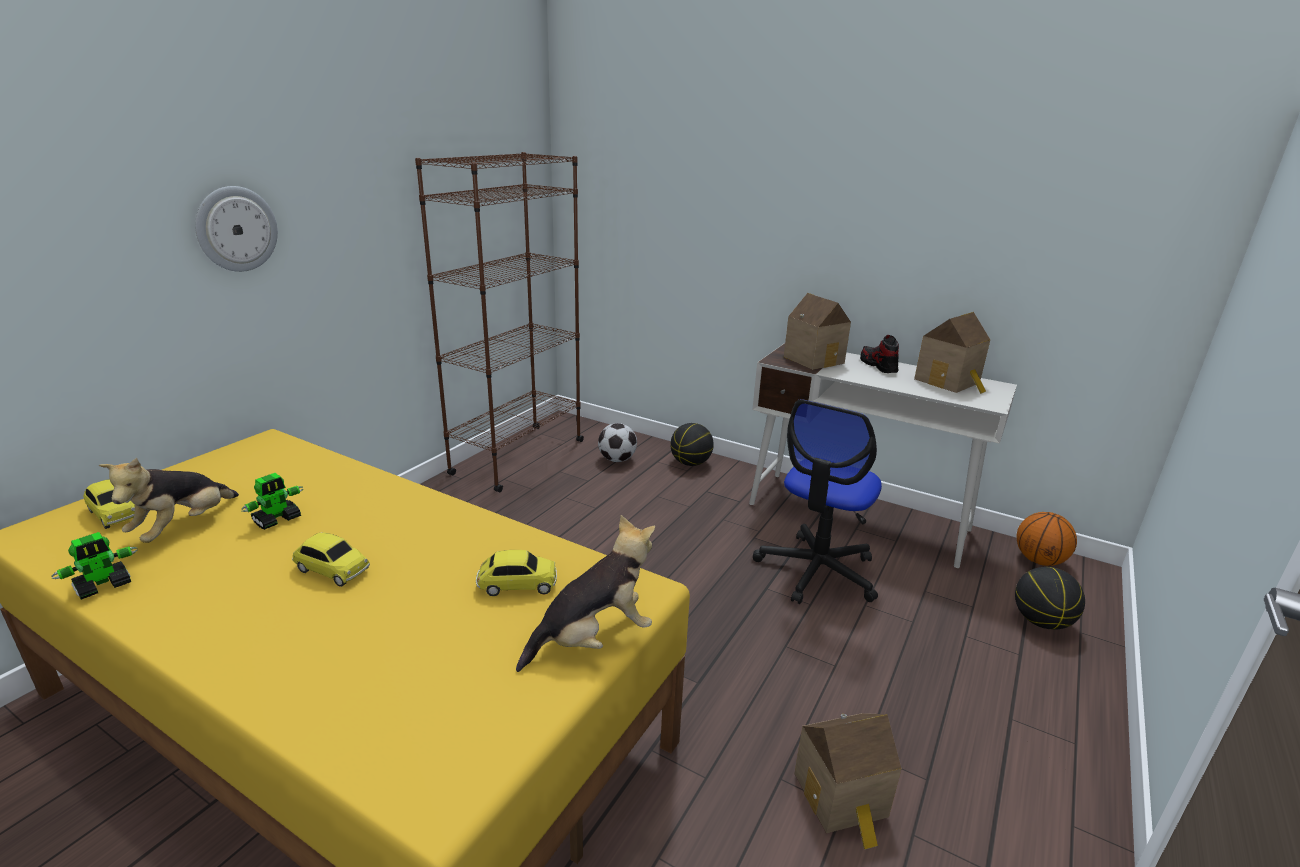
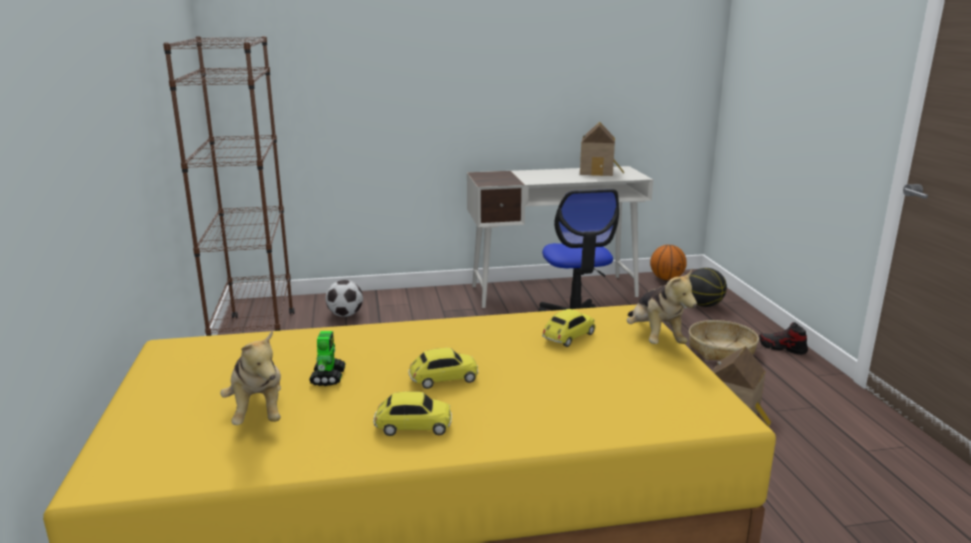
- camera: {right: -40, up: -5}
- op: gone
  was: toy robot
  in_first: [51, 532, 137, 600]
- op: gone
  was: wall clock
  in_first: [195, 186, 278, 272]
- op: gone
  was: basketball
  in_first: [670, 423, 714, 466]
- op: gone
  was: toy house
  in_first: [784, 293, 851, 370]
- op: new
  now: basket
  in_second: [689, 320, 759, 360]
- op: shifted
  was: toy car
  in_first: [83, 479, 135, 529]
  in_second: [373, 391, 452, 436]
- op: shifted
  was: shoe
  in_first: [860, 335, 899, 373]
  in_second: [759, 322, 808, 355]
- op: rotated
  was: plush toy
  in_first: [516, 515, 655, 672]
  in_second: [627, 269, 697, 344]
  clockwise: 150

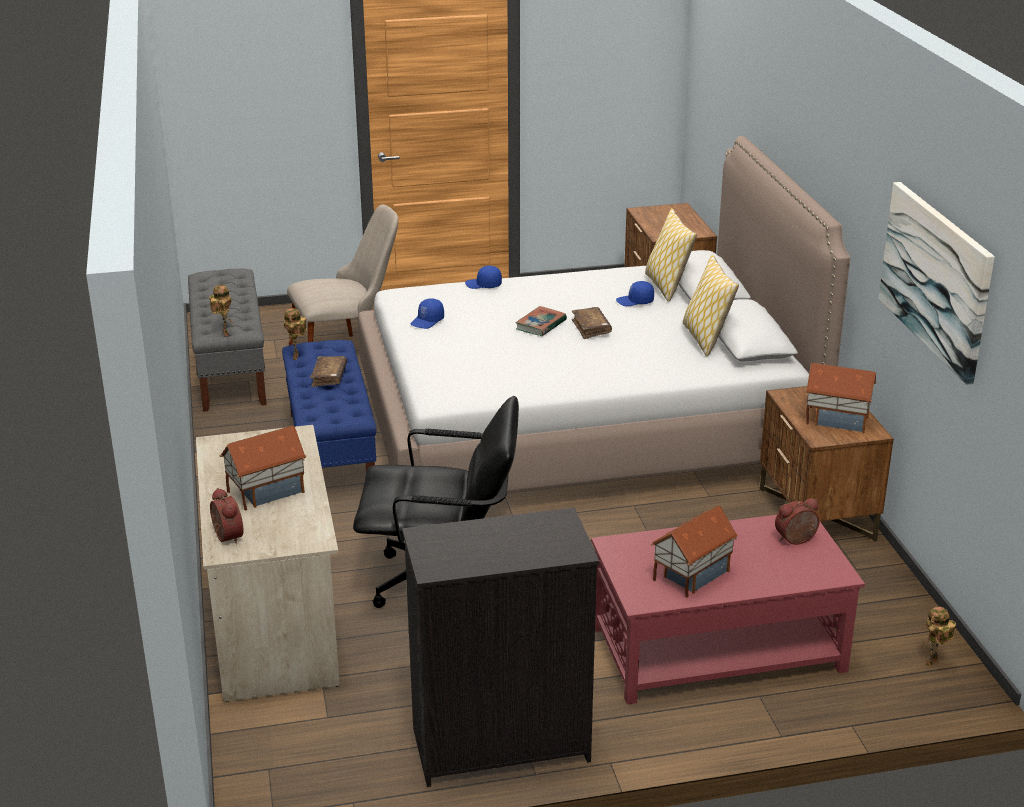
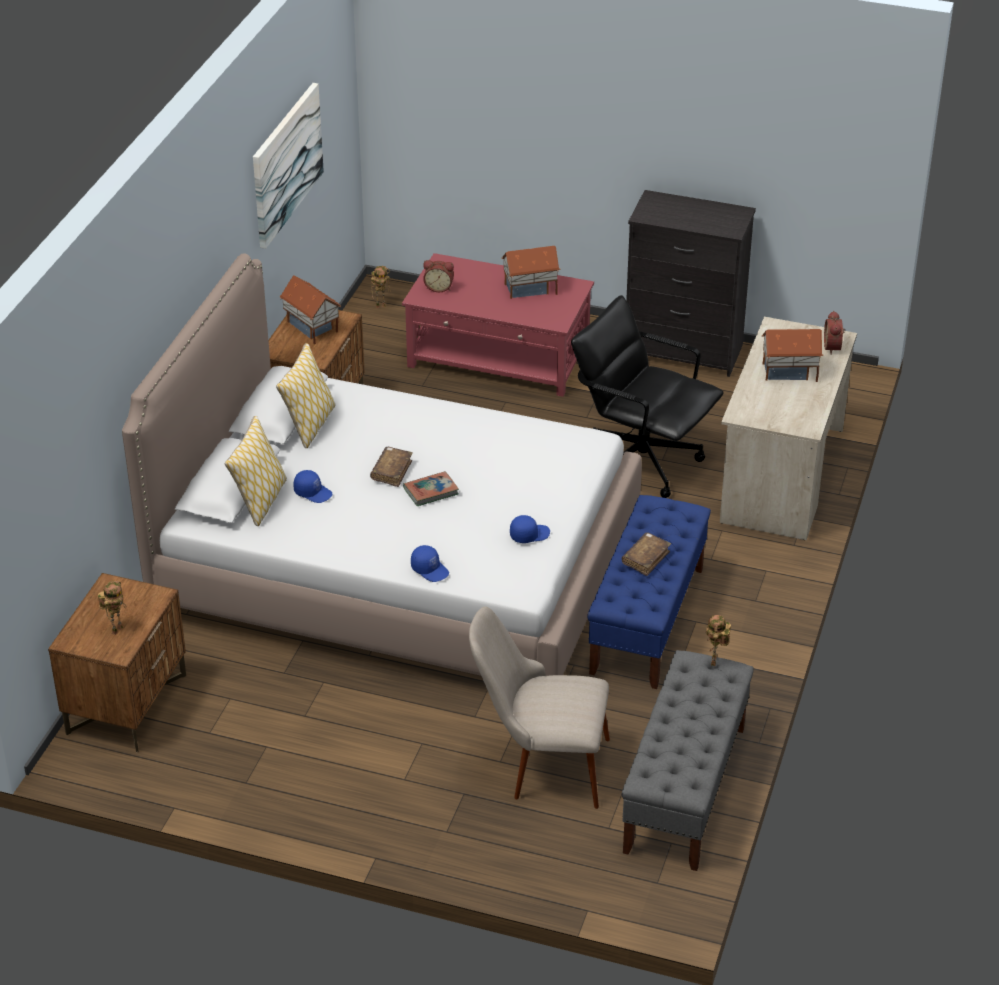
- camera: {right: -150, up: 10}
- op: shifted
  was: toy robot
  in_first: [283, 308, 307, 360]
  in_second: [98, 581, 127, 635]

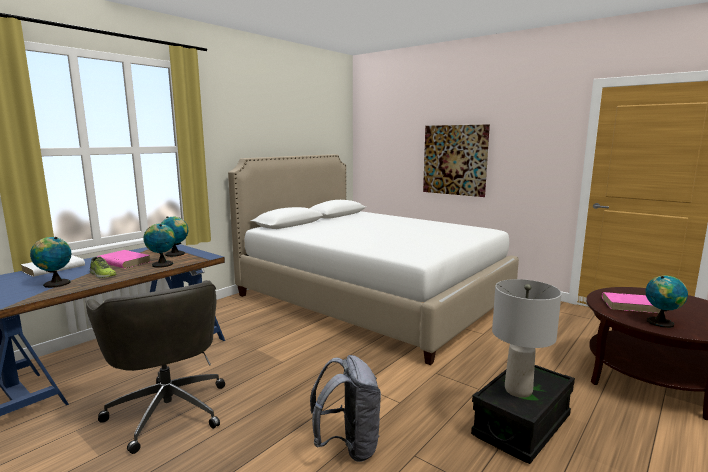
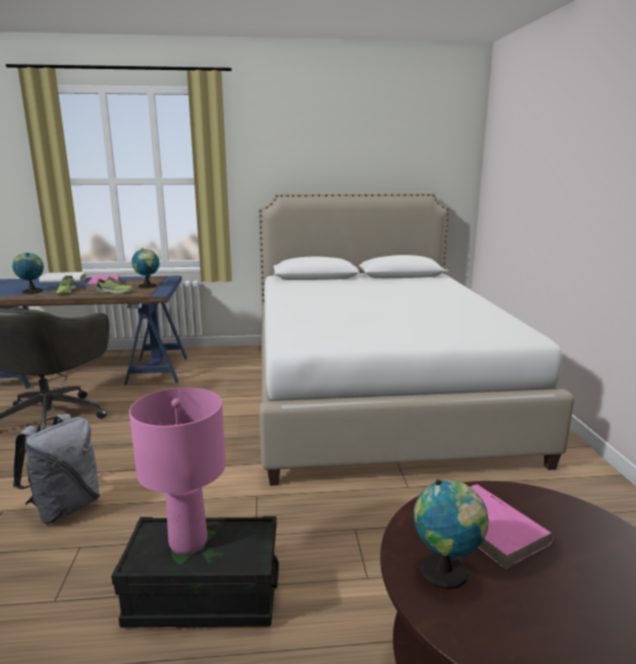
- camera: {right: 45, up: 5}
- op: gone
  was: picture
  in_first: [423, 124, 490, 197]
- op: swapped
  was: globe
  now: shoe
  in_first: [143, 224, 176, 268]
  in_second: [96, 277, 133, 294]
- op: repainted
  was: table lamp (grey)
  now: table lamp (pink)
  in_first: [492, 279, 562, 398]
  in_second: [129, 387, 226, 555]

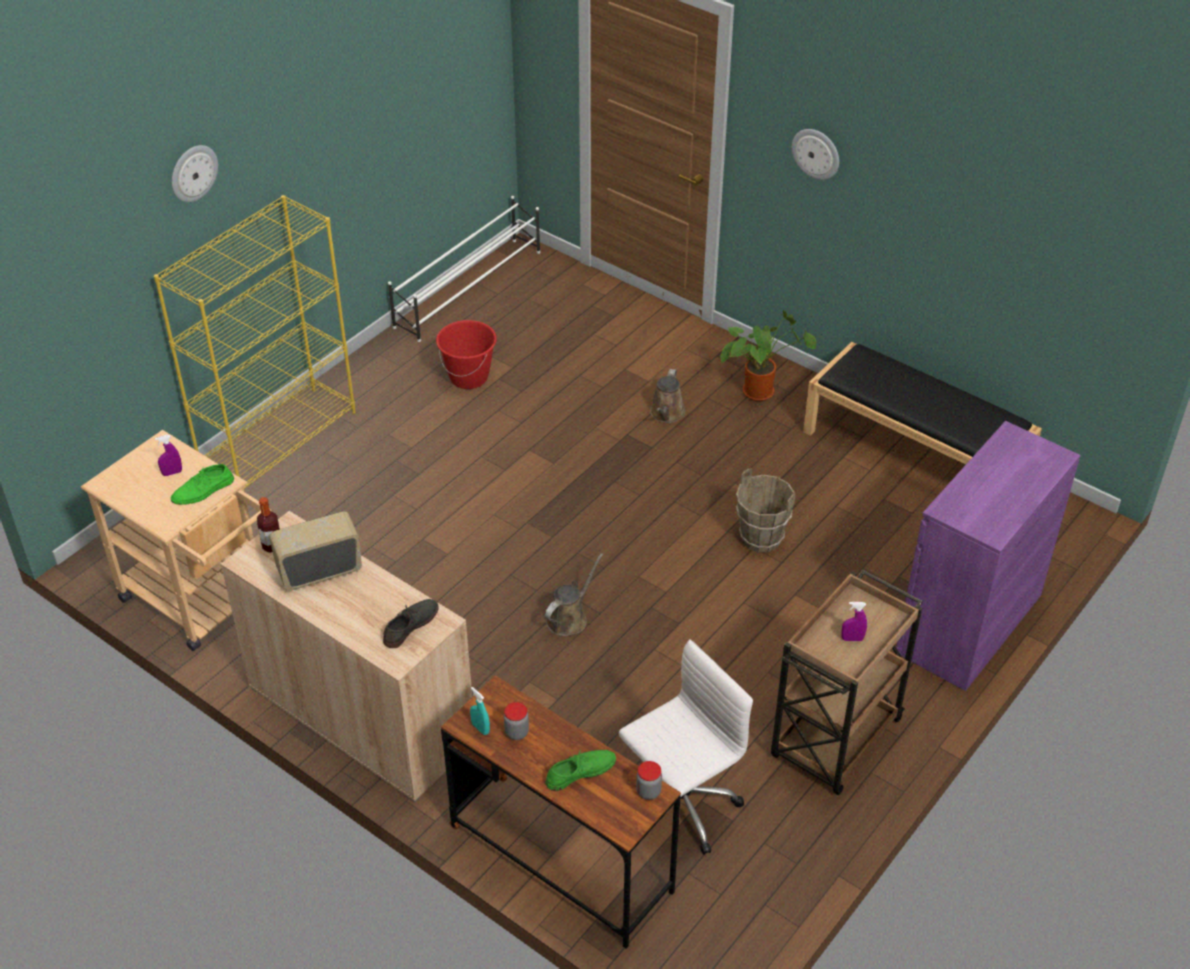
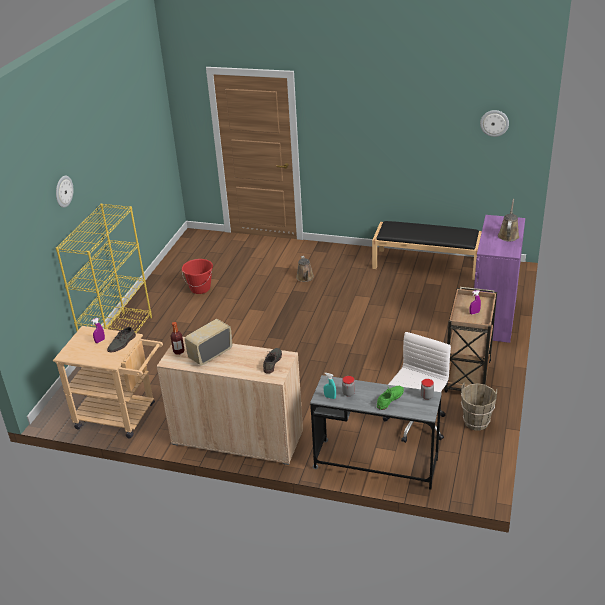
- camera: {right: -20, up: -10}
- op: gone
  was: shoe rack (white)
  in_first: [388, 196, 540, 342]
- op: gone
  was: potted plant
  in_first: [721, 311, 816, 401]
- op: shifted
  was: watering can (brown)
  in_first: [545, 553, 603, 636]
  in_second: [498, 199, 519, 241]
- op: shifted
  was: bucket (brown)
  in_first: [736, 468, 796, 552]
  in_second: [461, 383, 497, 430]
- op: shifted
  was: wall clock
  in_first: [792, 129, 839, 180]
  in_second: [480, 110, 509, 137]
- op: repainted
  was: shoe (green)
  now: shoe (grey)
  in_first: [171, 464, 234, 505]
  in_second: [107, 327, 136, 352]
- op: repainted
  was: desk (brown)
  now: desk (grey)
  in_first: [441, 675, 681, 948]
  in_second: [310, 375, 442, 489]

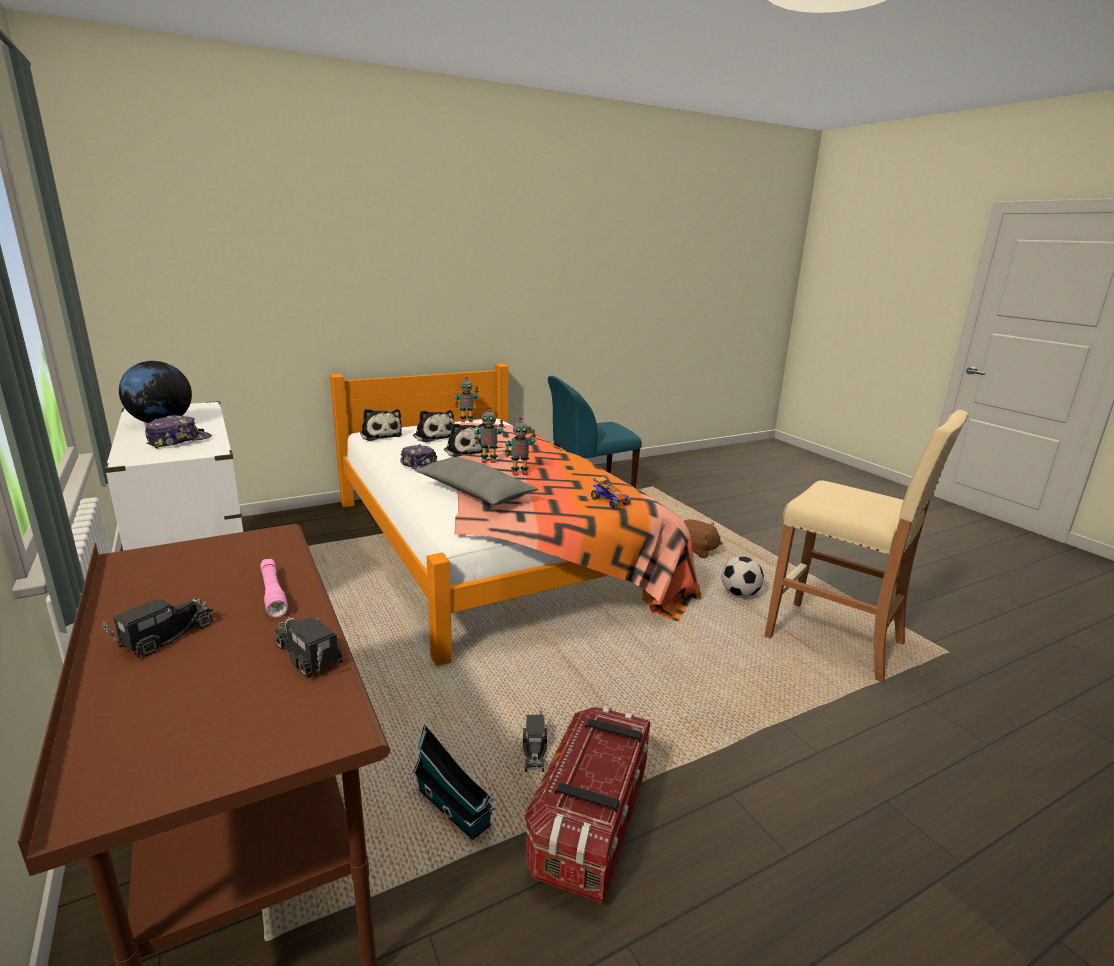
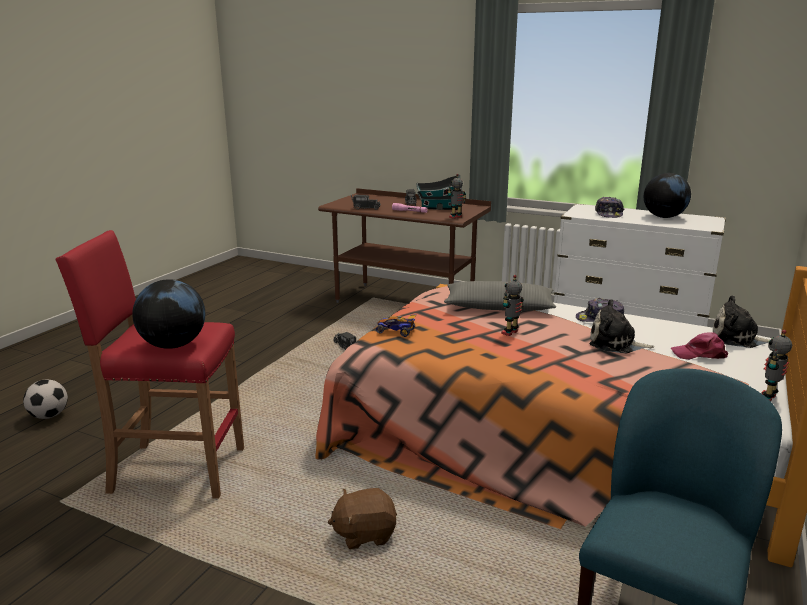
- camera: {right: 145, up: 0}
- op: gone
  was: storage box
  in_first: [525, 706, 650, 903]
- op: new
  now: globe
  in_second: [132, 279, 205, 349]
- op: shifted
  was: toy house
  in_first: [413, 724, 496, 840]
  in_second: [416, 175, 462, 210]
- op: shifted
  was: toy robot
  in_first: [474, 406, 504, 463]
  in_second: [448, 174, 466, 219]
- op: shifted
  was: football
  in_first: [722, 556, 764, 597]
  in_second: [23, 380, 68, 419]
- op: swapped
  was: plush toy
  now: cap (pink)
  in_first: [413, 410, 454, 442]
  in_second: [671, 332, 728, 360]
- op: repainted
  was: stool (beige)
  now: stool (red)
  in_first: [764, 410, 969, 683]
  in_second: [55, 230, 244, 499]

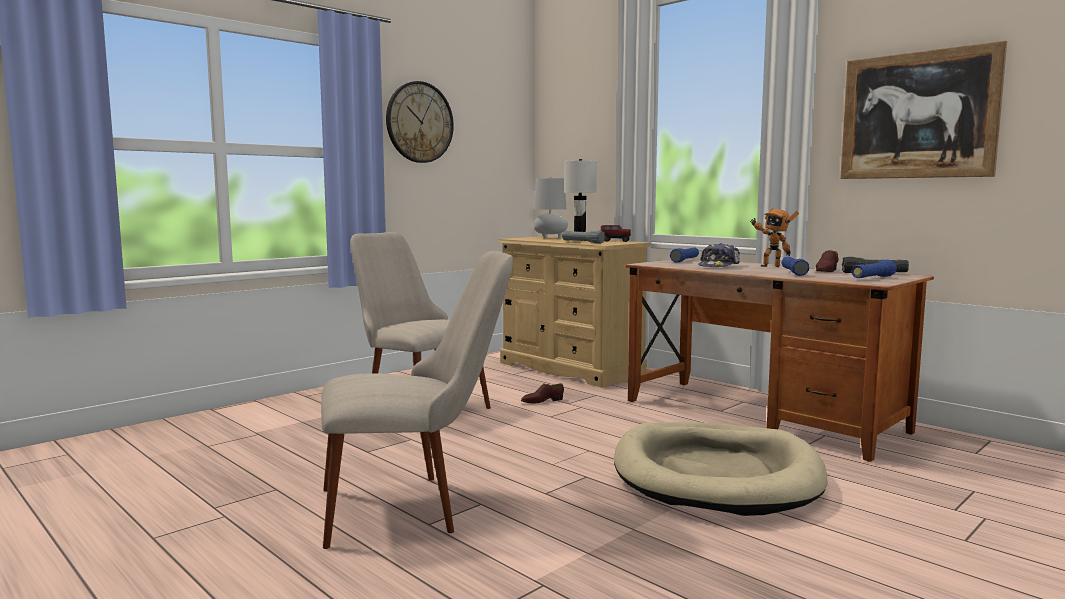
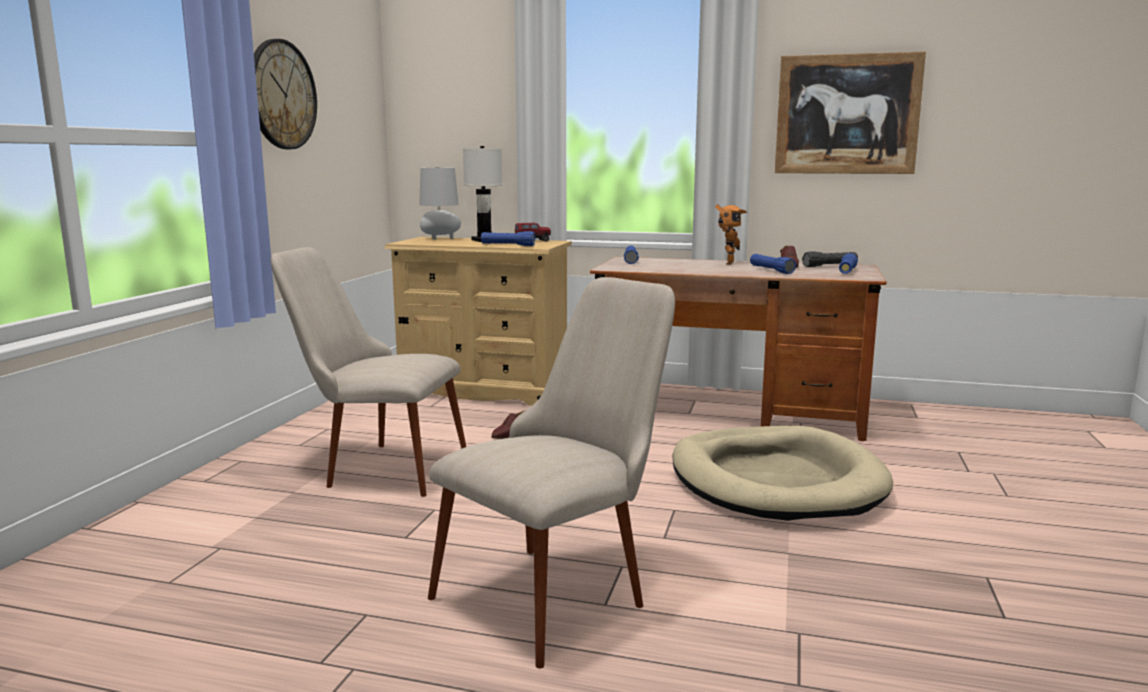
- camera: {right: -30, up: 5}
- op: gone
  was: cap
  in_first: [698, 243, 740, 267]
- op: repainted
  was: flashlight (grey)
  now: flashlight (blue)
  in_first: [562, 230, 605, 244]
  in_second: [481, 231, 535, 246]
- op: rotated
  was: toy robot
  in_first: [750, 208, 799, 267]
  in_second: [715, 204, 747, 265]
  clockwise: -60

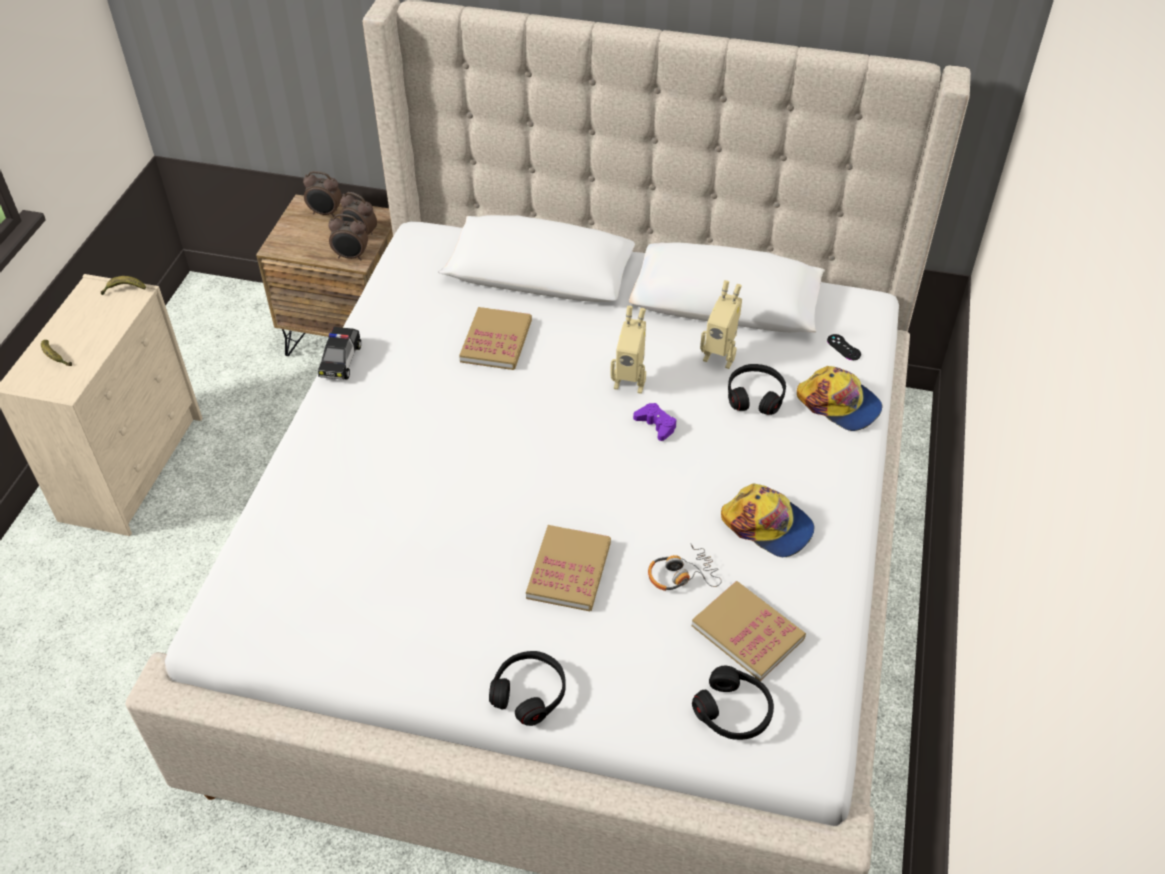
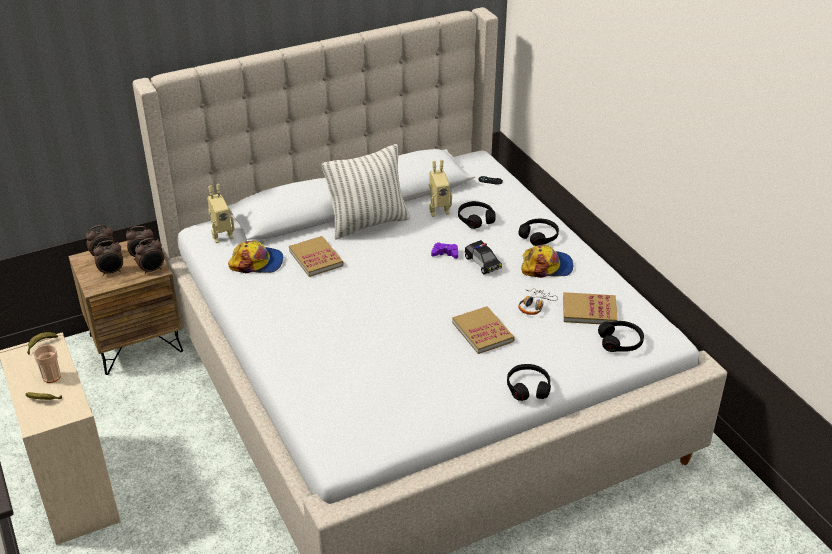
- camera: {right: -40, up: -10}
- op: new
  now: cup
  in_second: [33, 345, 61, 383]
- op: new
  now: alarm clock
  in_second: [93, 240, 123, 276]
- op: new
  now: pillow
  in_second: [322, 144, 410, 240]
- op: new
  now: headphones (black)
  in_second: [518, 219, 559, 246]
- op: shifted
  was: toy car
  in_first: [318, 327, 361, 380]
  in_second: [465, 240, 502, 275]
- op: shifted
  was: toy robot
  in_first: [610, 306, 646, 394]
  in_second: [207, 184, 235, 243]
- op: shifted
  was: cap
  in_first: [797, 366, 882, 431]
  in_second: [228, 241, 283, 273]

